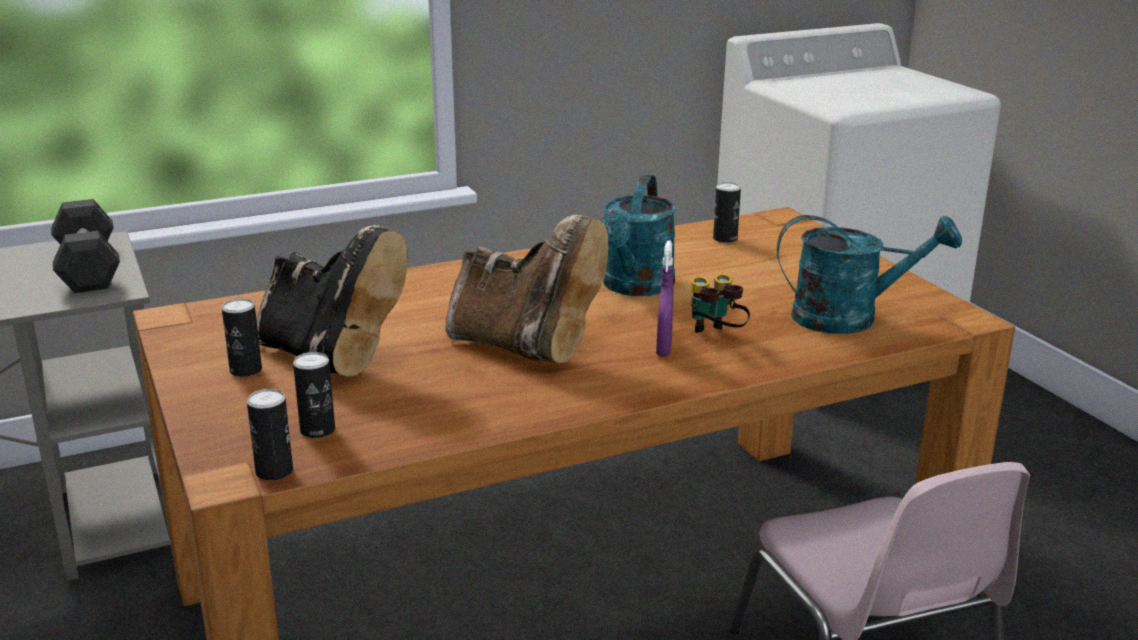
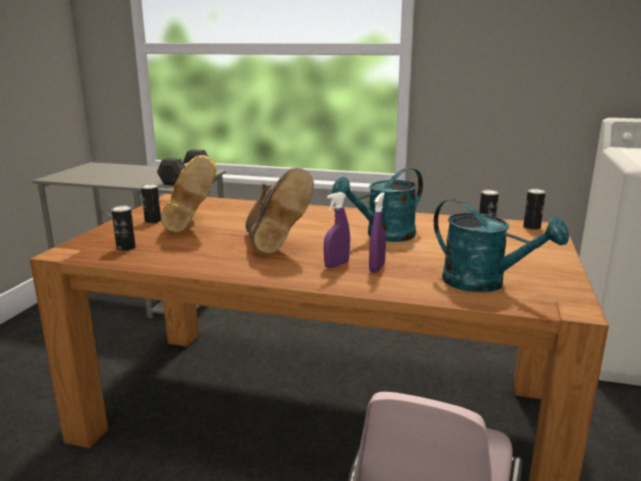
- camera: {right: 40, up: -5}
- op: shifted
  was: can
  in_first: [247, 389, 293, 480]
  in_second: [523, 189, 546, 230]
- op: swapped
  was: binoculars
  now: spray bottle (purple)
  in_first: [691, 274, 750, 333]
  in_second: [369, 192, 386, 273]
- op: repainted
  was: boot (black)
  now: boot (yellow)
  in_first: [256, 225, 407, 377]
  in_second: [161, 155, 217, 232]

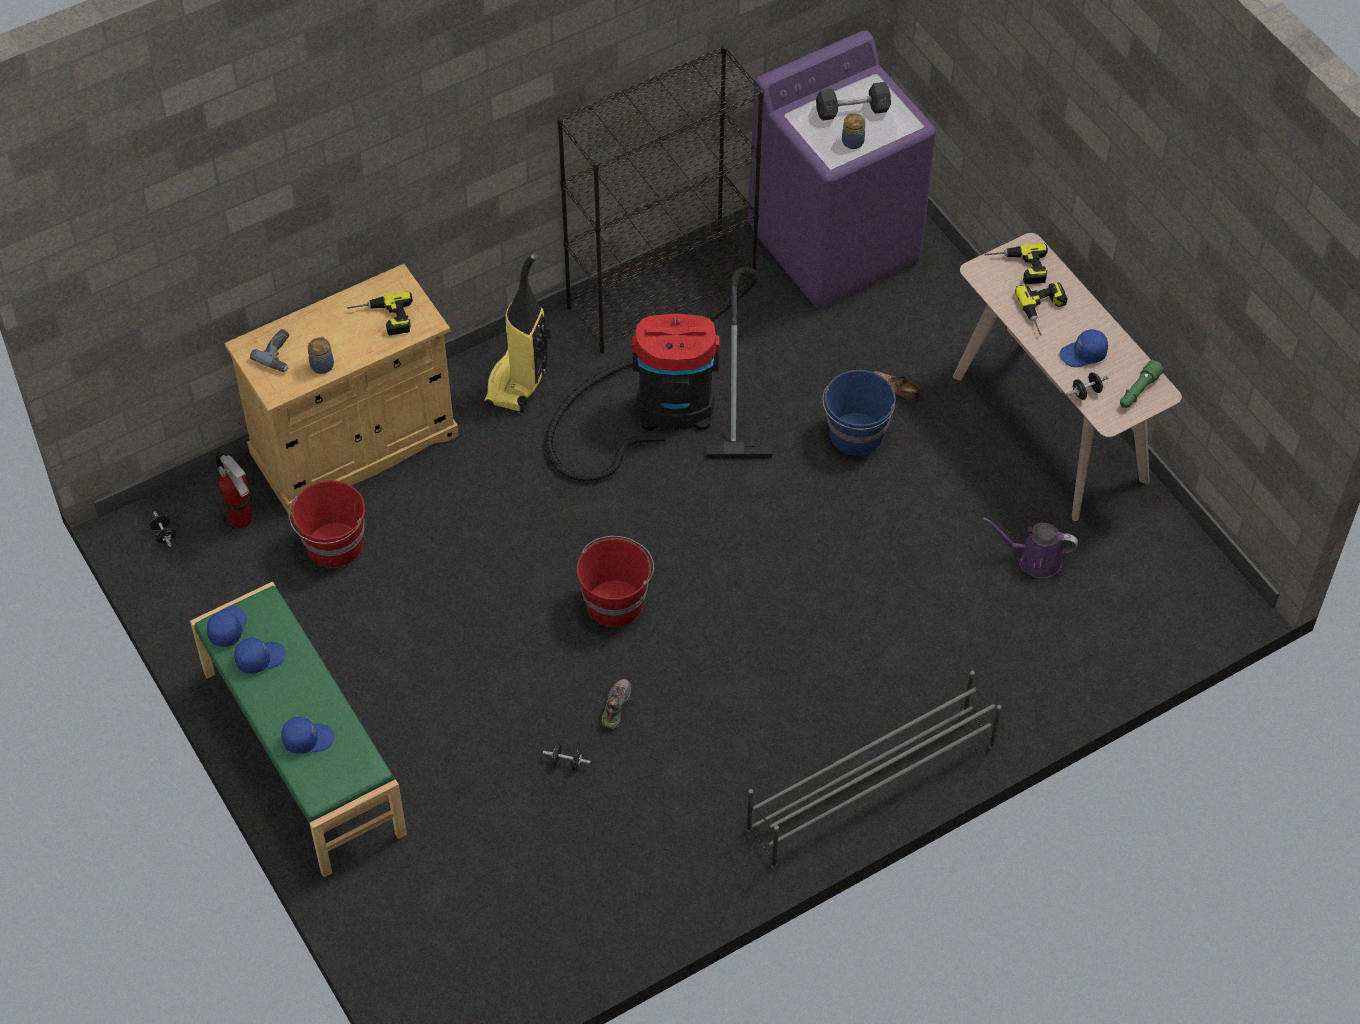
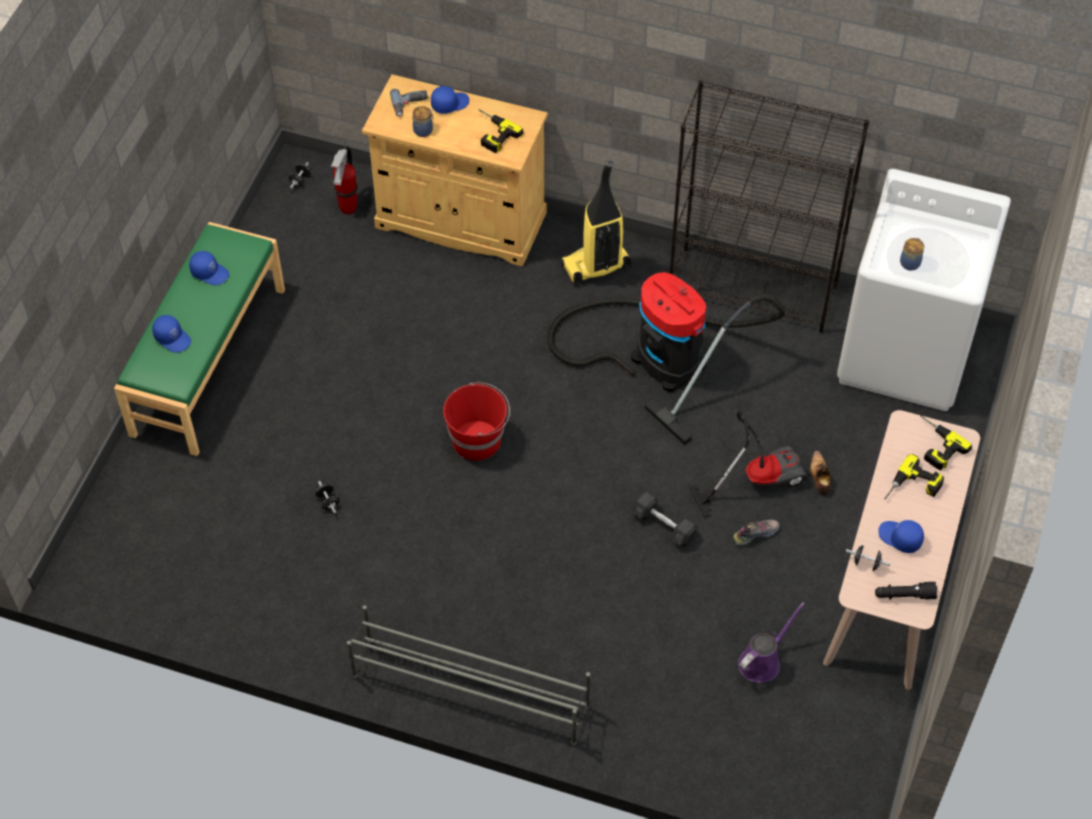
- camera: {right: 50, up: 0}
- op: gone
  was: bucket (red)
  in_first: [289, 480, 365, 568]
- op: shifted
  was: cap (blue)
  in_first: [207, 606, 246, 647]
  in_second: [431, 86, 469, 114]
- op: shifted
  was: shoe
  in_first: [601, 679, 631, 729]
  in_second: [733, 520, 780, 546]
- op: shifted
  was: dumbbell (grey)
  in_first: [816, 82, 891, 121]
  in_second: [632, 492, 698, 547]
- op: swapped
  was: bucket (blue)
  now: vacuum cleaner
  in_first: [823, 370, 896, 456]
  in_second: [689, 411, 807, 518]
- op: repainted
  was: washing machine (purple)
  now: washing machine (white)
  in_first: [748, 30, 936, 308]
  in_second: [837, 169, 1011, 411]
- op: repainted
  was: flashlight (green)
  now: flashlight (black)
  in_first: [1120, 360, 1164, 408]
  in_second: [875, 582, 938, 600]
- op: rotated
  was: watering can (purple)
  in_first: [983, 517, 1078, 579]
  in_second: [738, 603, 805, 683]
  clockwise: 75

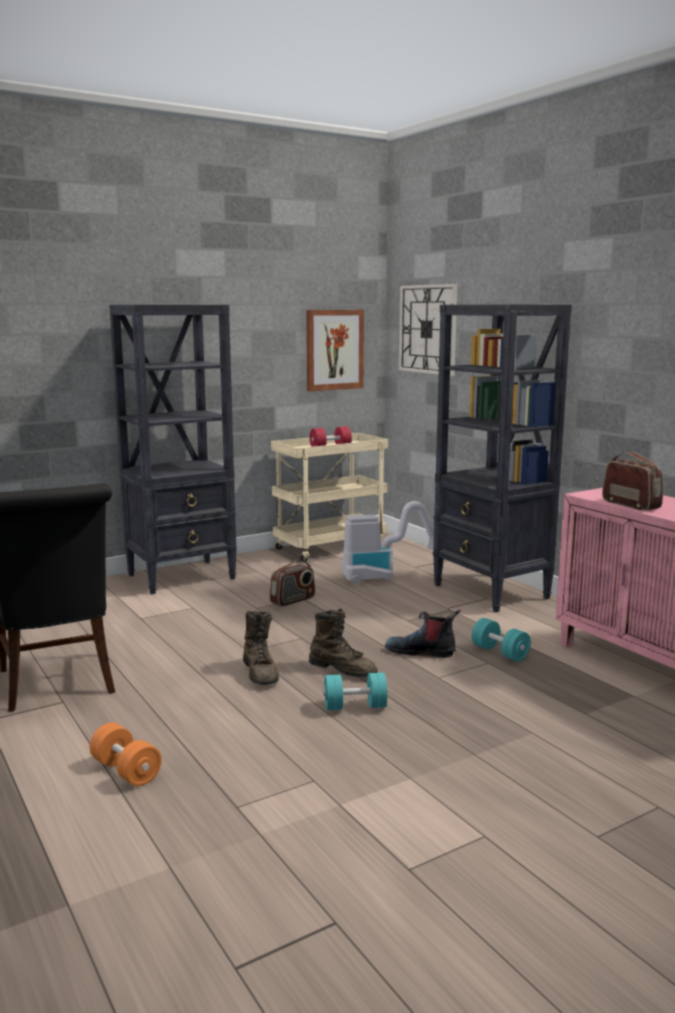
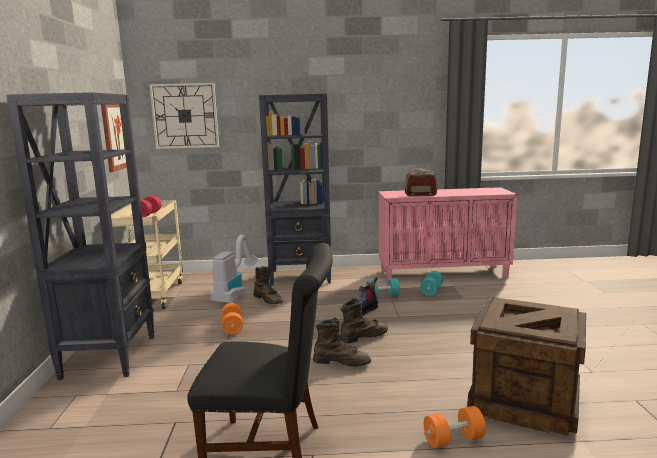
- camera: {right: -60, up: 0}
- op: new
  now: boot (brown)
  in_second: [253, 266, 283, 304]
- op: new
  now: crate
  in_second: [467, 297, 586, 435]
- op: shifted
  was: dumbbell (turquoise)
  in_first: [323, 673, 388, 710]
  in_second: [420, 271, 443, 296]
- op: swapped
  was: radio
  now: dumbbell (orange)
  in_first: [270, 560, 315, 607]
  in_second: [222, 303, 243, 335]

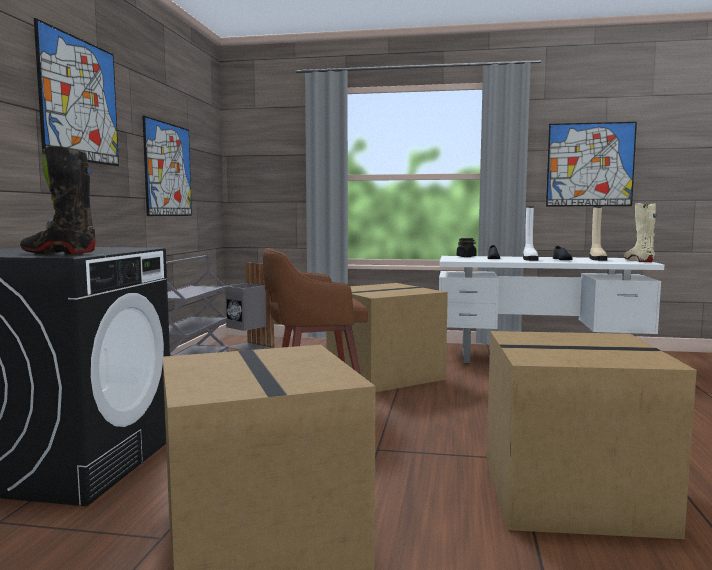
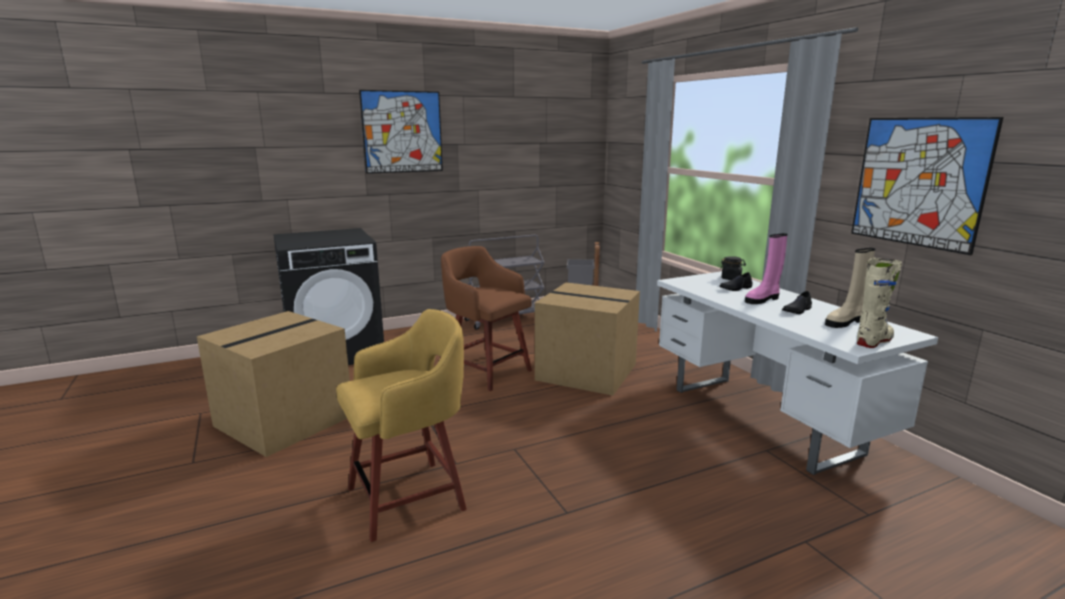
- camera: {right: 55, up: 10}
- op: gone
  was: boot (black)
  in_first: [20, 146, 96, 254]
- op: gone
  was: picture
  in_first: [142, 116, 192, 216]
- op: swapped
  was: cardboard box
  now: stool (yellow)
  in_first: [487, 331, 697, 539]
  in_second: [336, 309, 467, 542]
- op: repainted
  was: boot (white)
  now: boot (pink)
  in_first: [523, 206, 539, 261]
  in_second: [745, 233, 788, 304]

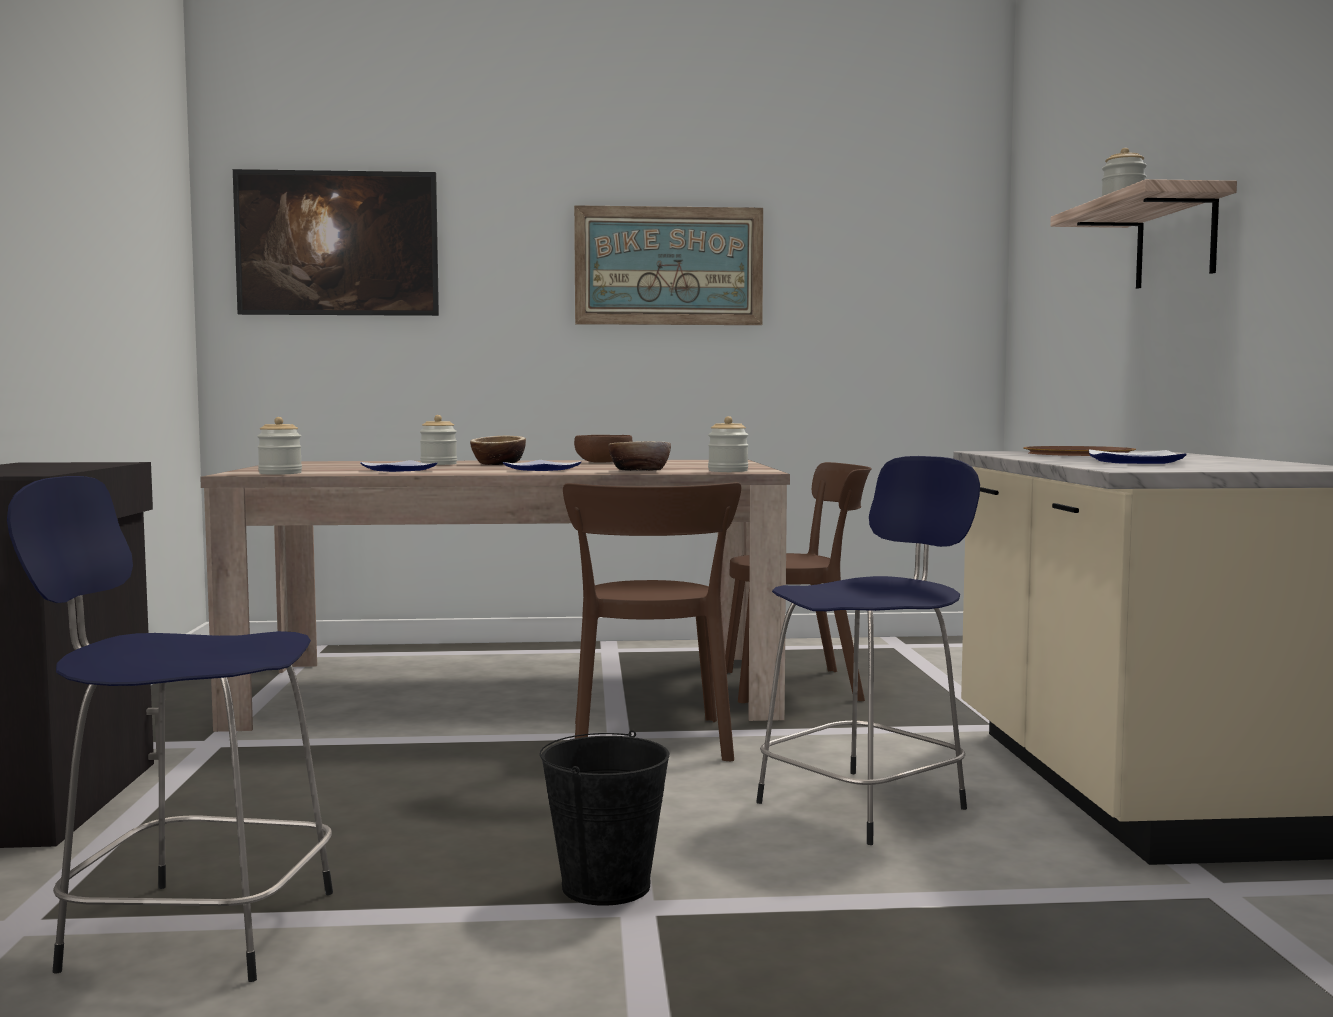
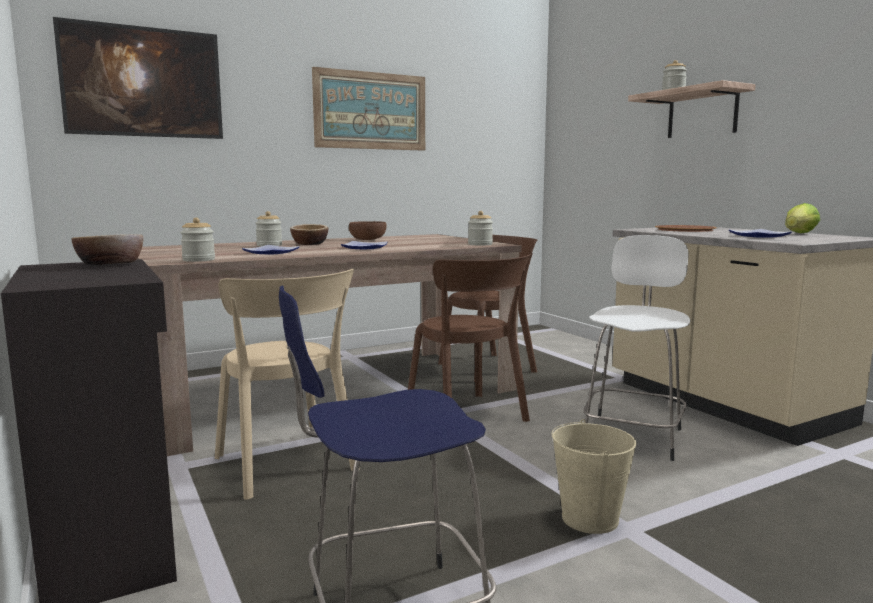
- camera: {right: -25, up: 5}
- op: new
  now: chair (beige)
  in_second: [215, 269, 360, 500]
- op: new
  now: lettuce
  in_second: [785, 203, 820, 233]
- op: shifted
  was: bowl
  in_first: [609, 441, 671, 471]
  in_second: [72, 234, 143, 265]
- op: repainted
  was: bucket (black)
  now: bucket (beige)
  in_first: [540, 730, 670, 906]
  in_second: [551, 419, 637, 534]
- op: repainted
  was: stool (blue)
  now: stool (white)
  in_first: [756, 456, 980, 845]
  in_second: [583, 235, 690, 461]

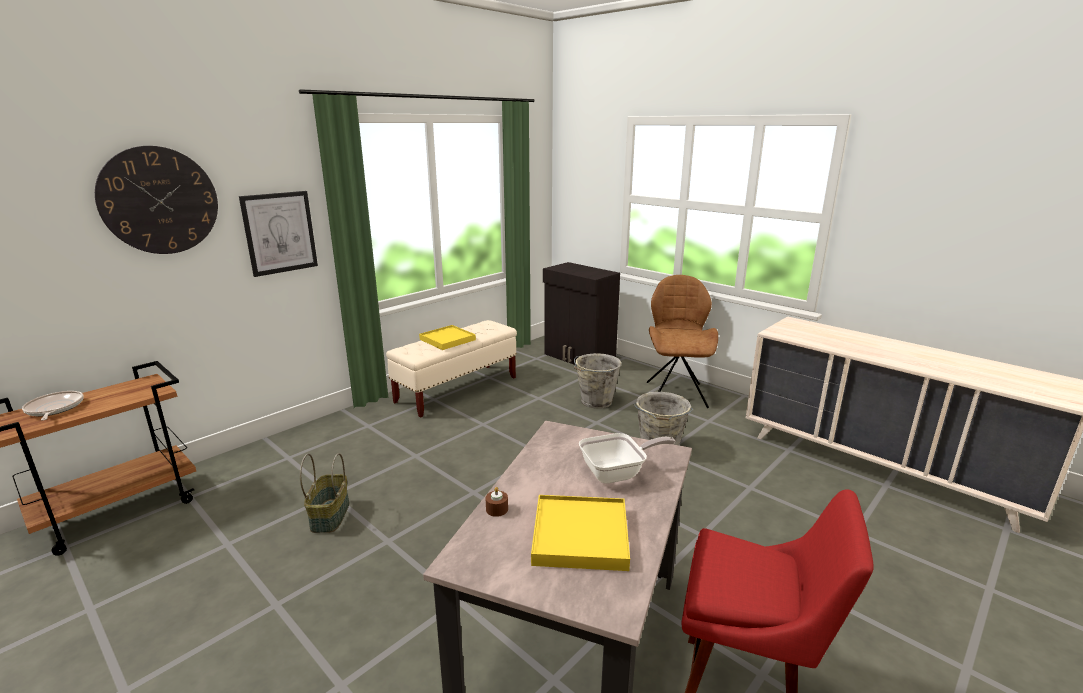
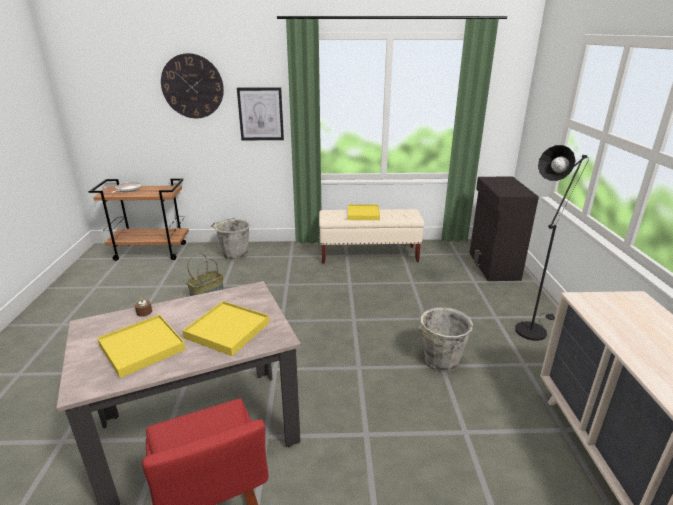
- camera: {right: 45, up: 5}
- op: shifted
  was: bucket (grey)
  in_first: [574, 353, 622, 409]
  in_second: [211, 218, 250, 260]
- op: swapped
  was: frying pan
  now: tray (yellow)
  in_first: [579, 433, 676, 484]
  in_second: [182, 301, 270, 356]
- op: swapped
  was: chair (brown)
  now: floor lamp (black)
  in_first: [647, 275, 718, 408]
  in_second: [515, 145, 587, 341]

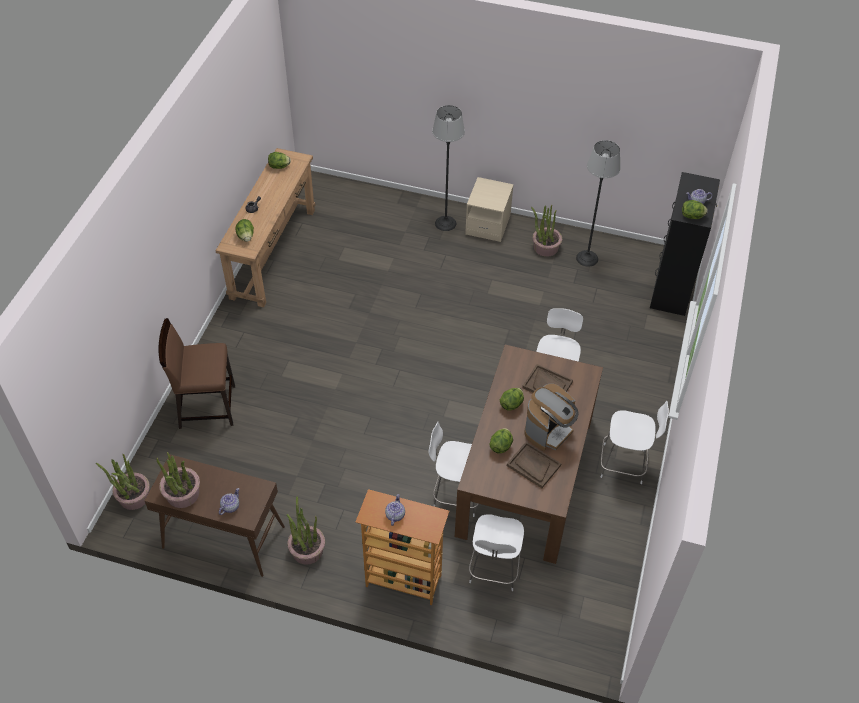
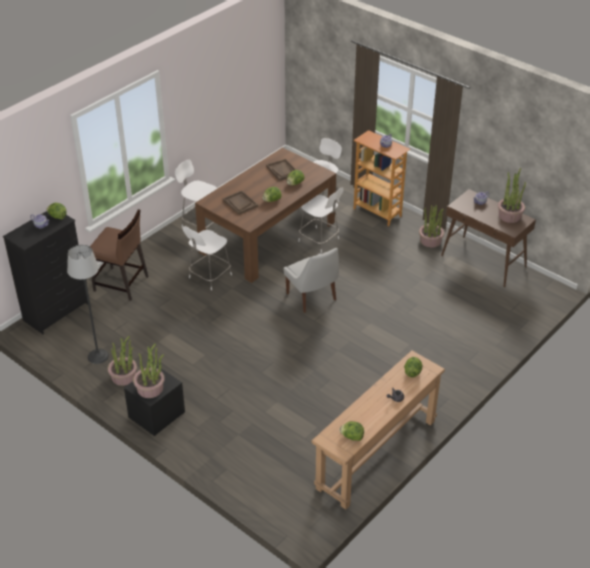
- camera: {right: -155, up: -10}
- op: gone
  was: floor lamp
  in_first: [432, 105, 465, 231]
- op: gone
  was: coffee machine
  in_first: [524, 383, 579, 451]
- op: new
  now: chair (white)
  in_second: [284, 248, 339, 313]
- op: shifted
  was: potted plant
  in_first: [96, 454, 150, 510]
  in_second: [133, 343, 165, 398]
- op: shifted
  was: chair (brown)
  in_first: [159, 318, 235, 429]
  in_second: [90, 209, 149, 301]
- op: repainted
  was: nightstand (beige)
  now: nightstand (black)
  in_first: [465, 177, 514, 242]
  in_second: [124, 366, 185, 436]

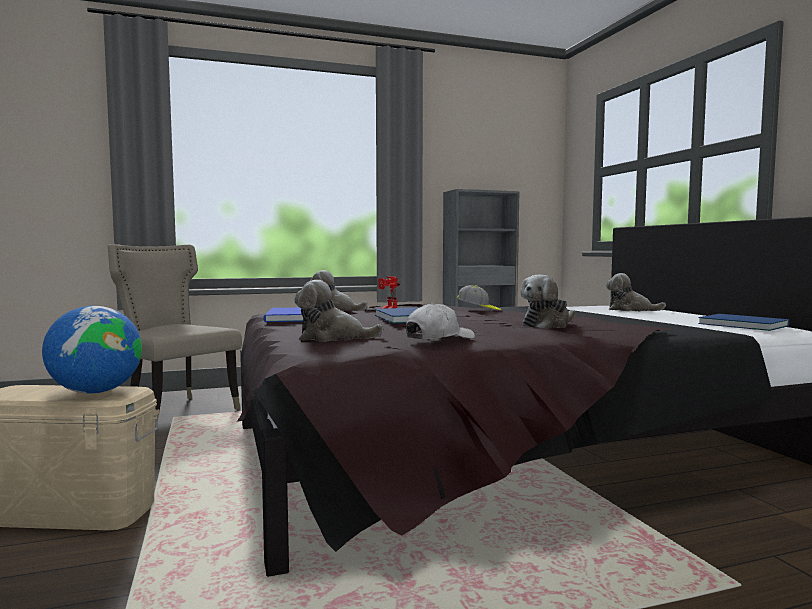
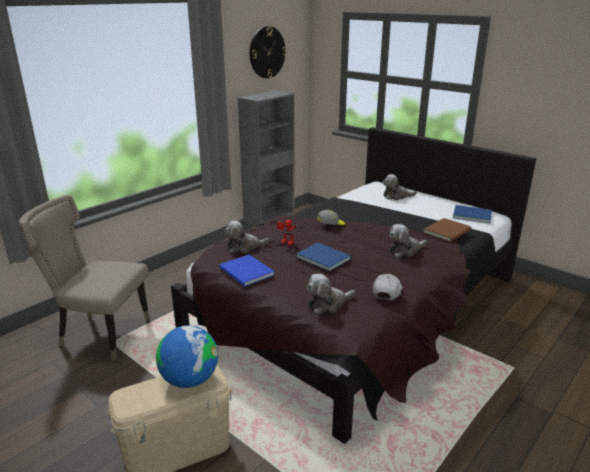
- camera: {right: -30, up: 20}
- op: new
  now: wall clock
  in_second: [250, 26, 286, 78]
- op: new
  now: book (brown)
  in_second: [423, 218, 471, 242]
- op: rotated
  was: plush toy
  in_first: [520, 275, 575, 329]
  in_second: [389, 224, 427, 257]
  clockwise: 45

